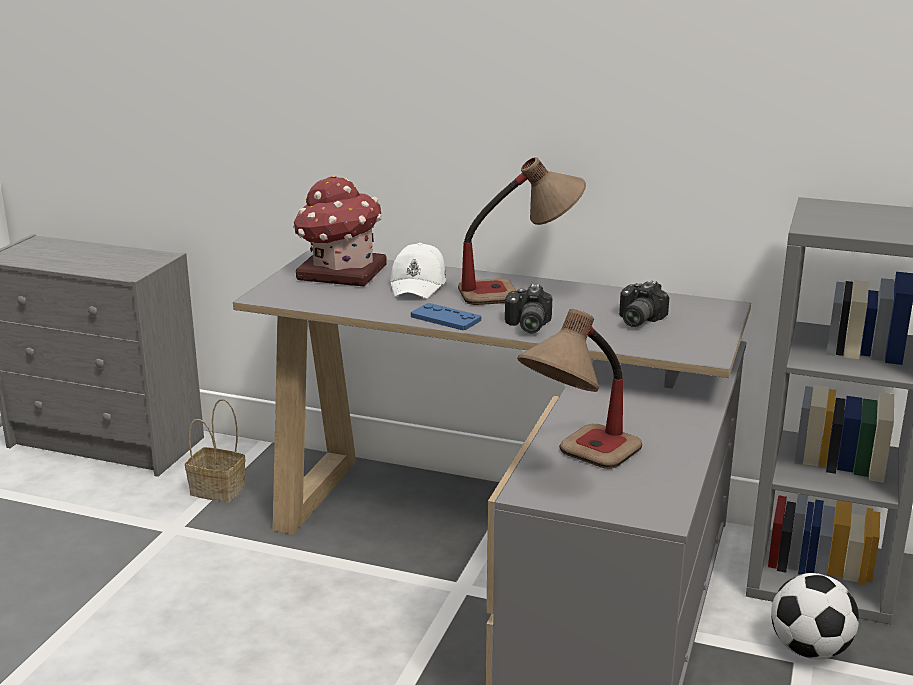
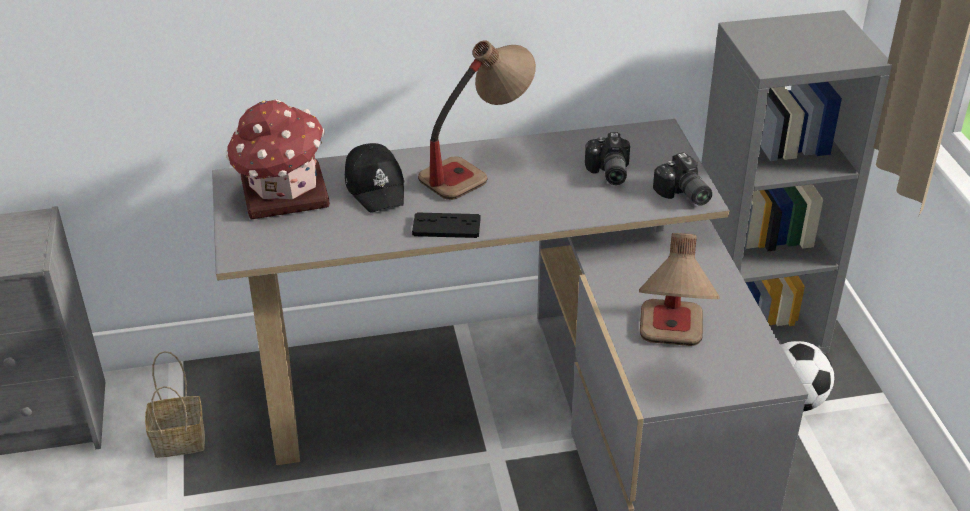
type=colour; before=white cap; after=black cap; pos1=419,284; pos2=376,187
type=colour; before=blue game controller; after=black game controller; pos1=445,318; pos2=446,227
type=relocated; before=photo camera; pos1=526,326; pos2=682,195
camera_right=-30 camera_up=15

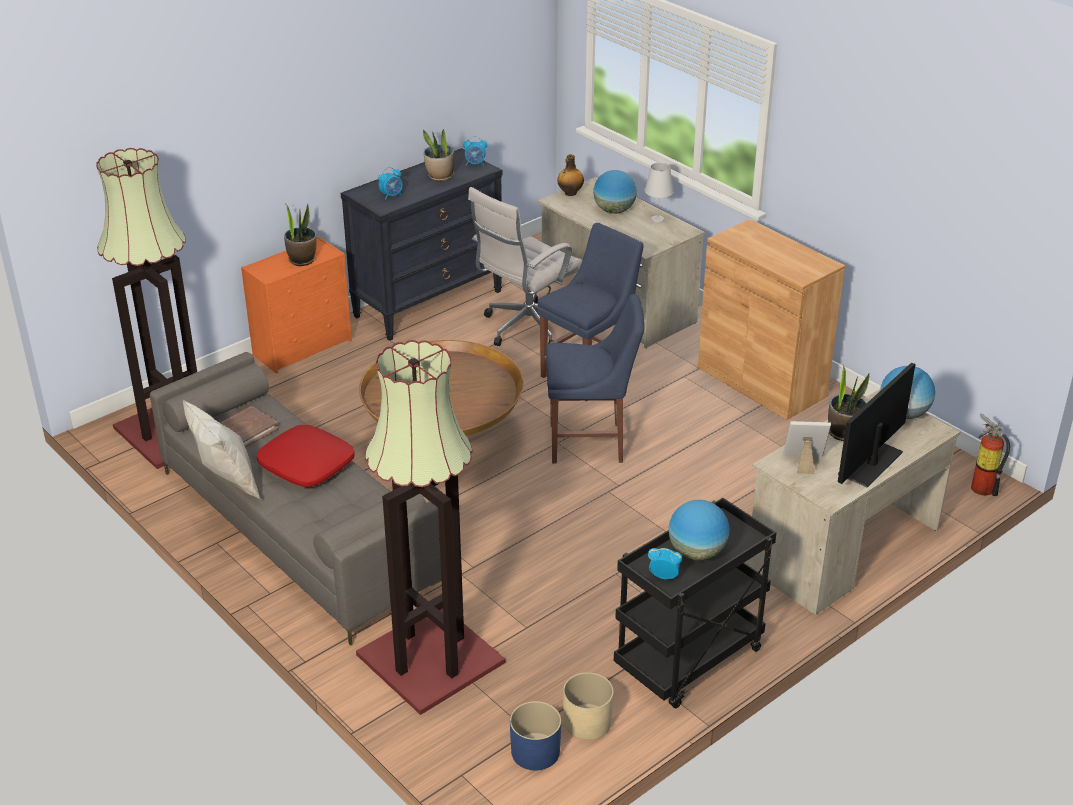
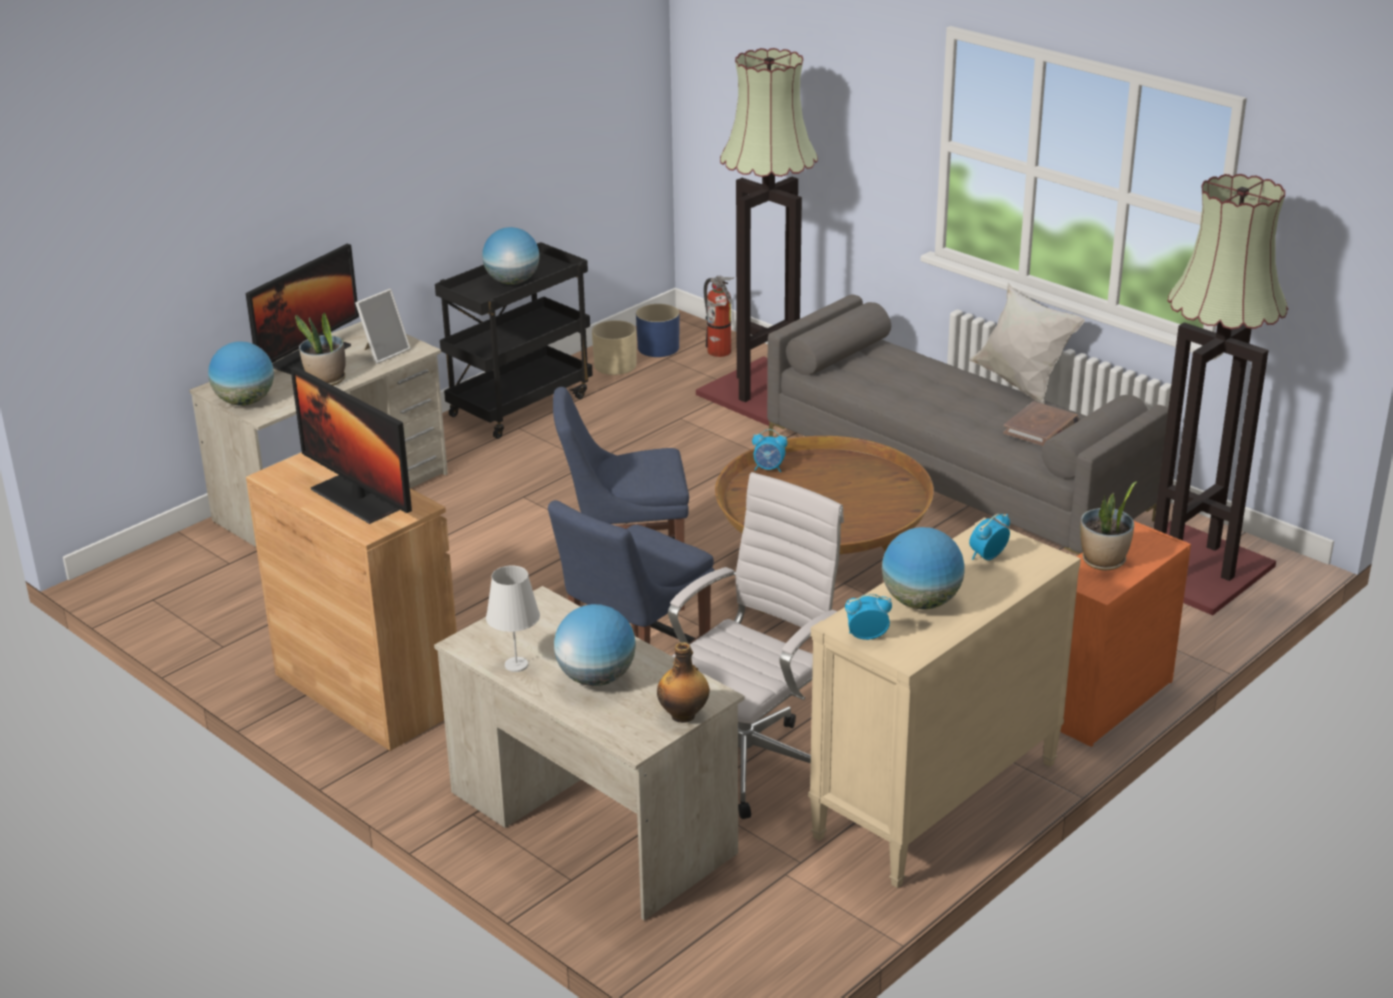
type=appeared; after=monitor; pos2=357,498
type=spun; before=picture frame; pos1=803,463; pos2=384,352; turn=-45
type=relocated; before=fire extinguisher; pos1=981,486; pos2=720,353
type=relocated; before=alarm clock; pos1=664,576; pos2=769,469
type=colour; before=black dresser; after=beige dresser; pos1=428,303; pos2=936,801
type=exchanged; before=potted plant; after=globe; pos1=440,176; pos2=920,602
type=missing; before=red pillow; pos1=306,465
camera_right=175 camera_up=-5

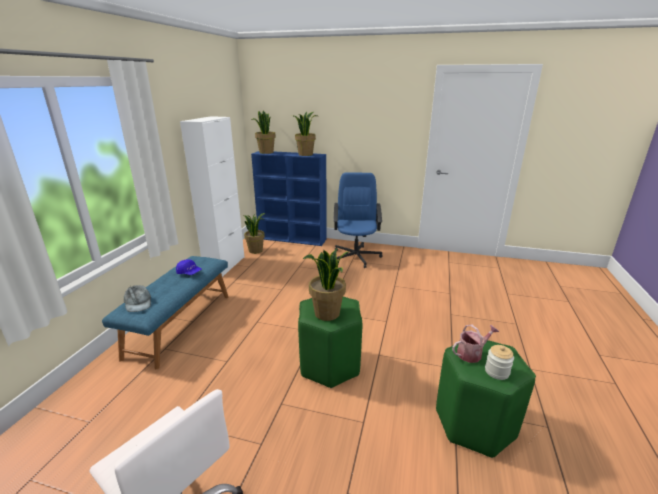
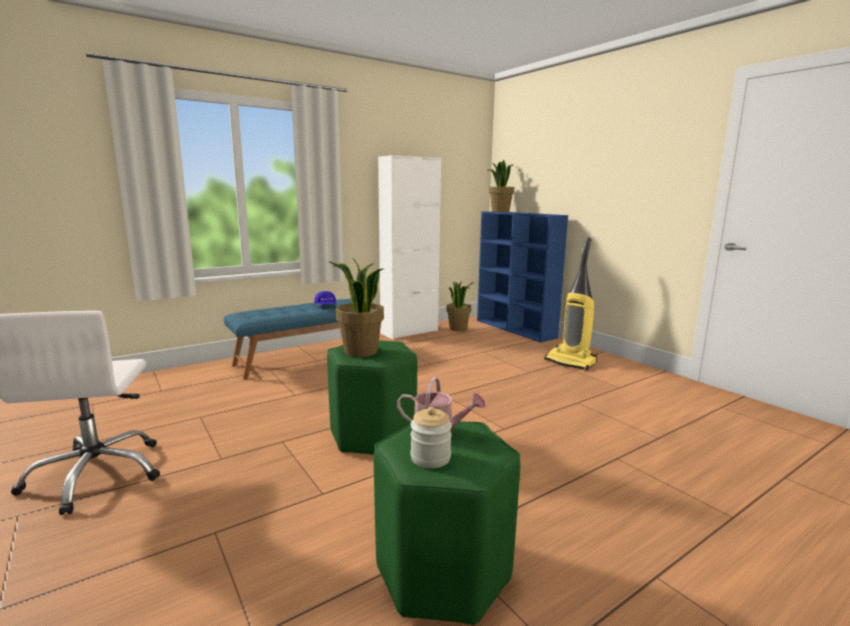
type=exchanged; before=blue office chair; after=vacuum cleaner; pos1=356,256; pos2=571,362
type=missing; before=grey cap; pos1=138,302
type=missing; before=potted plant; pos1=305,154
camera_right=40 camera_up=-10

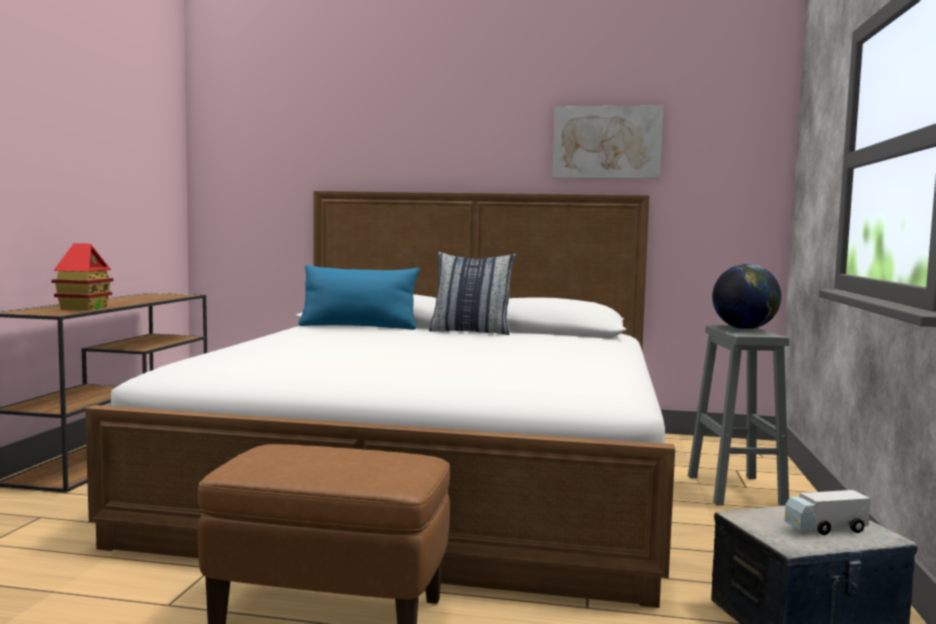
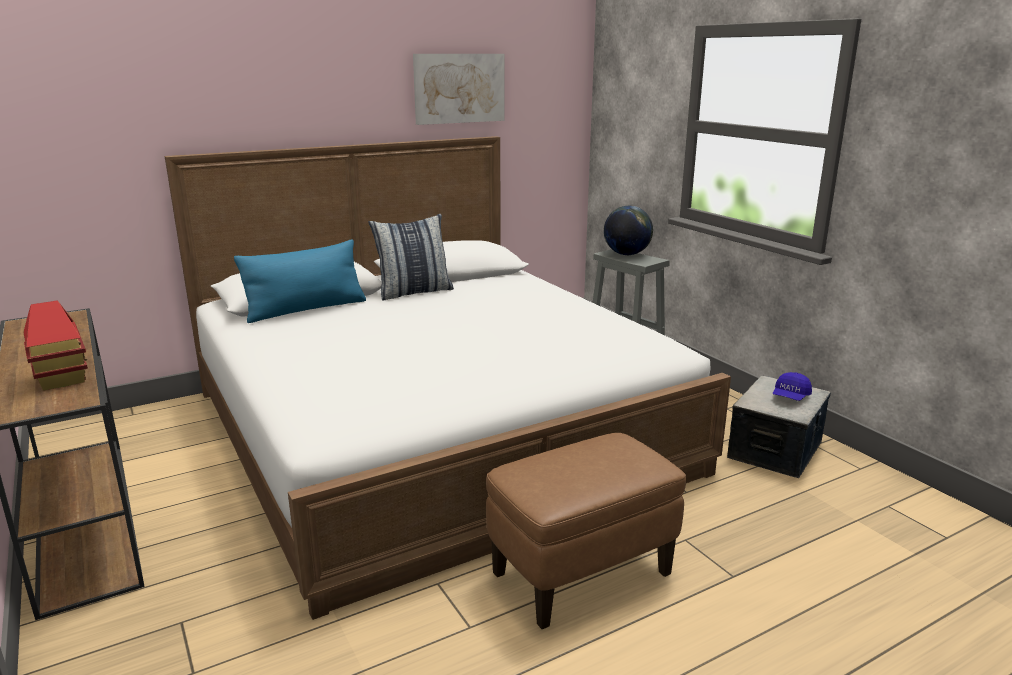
type=exchanged; before=toy truck; after=blue cap; pos1=825,528; pos2=790,397
camera_right=-40 camera_up=15

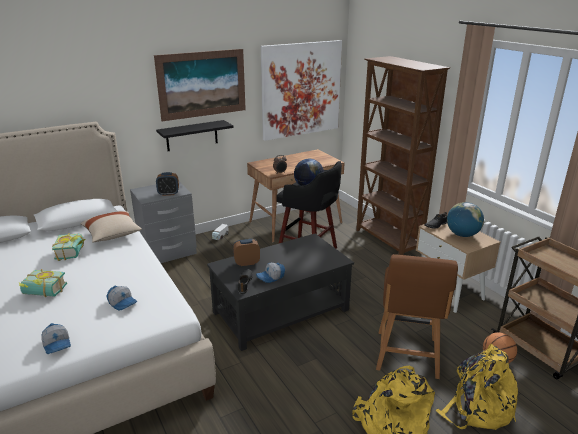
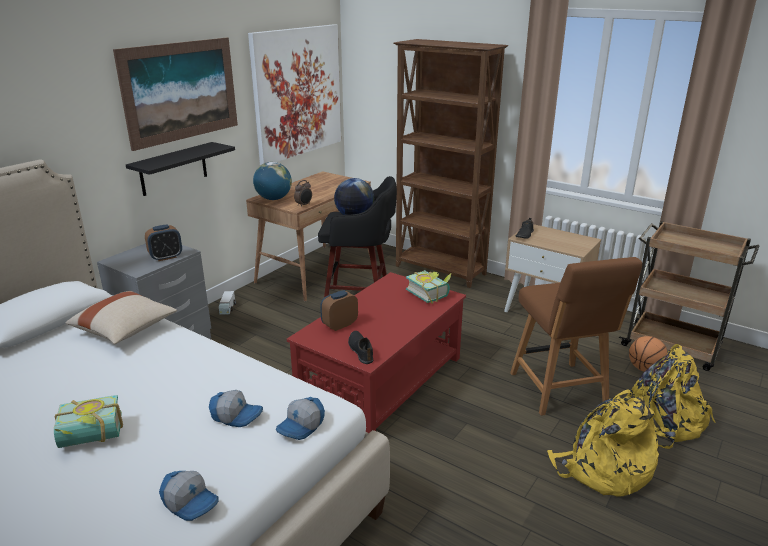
type=relocated; before=globe; pos1=462,235; pos2=273,199
type=relocated; before=cap; pos1=271,277; pos2=301,426
type=colour; before=black coffee table; after=red coffee table; pos1=280,311; pos2=381,381
type=relocated; before=book; pos1=74,252; pos2=430,293
camera_right=-25 camera_up=0

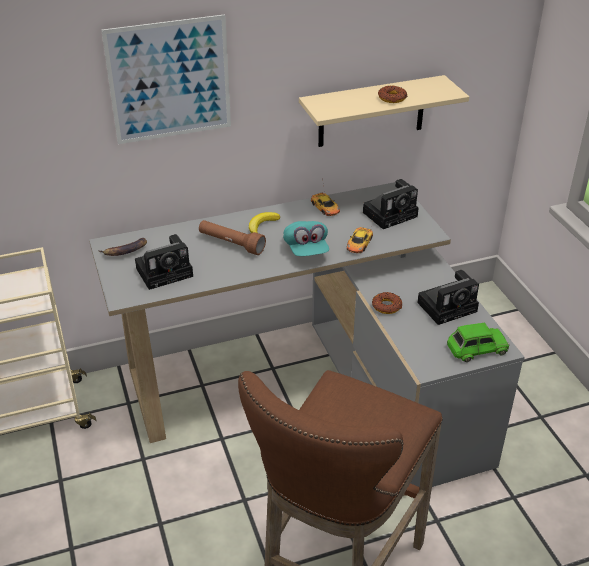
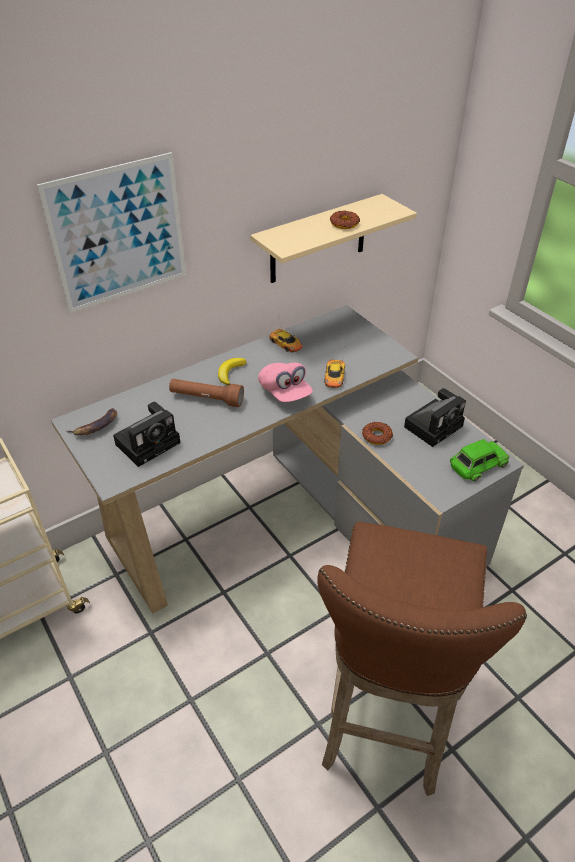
type=colour; before=turquoise cap; after=pink cap; pos1=306,250; pos2=285,392
type=missing; before=photo camera; pos1=391,213
camera_right=-15 camera_up=5

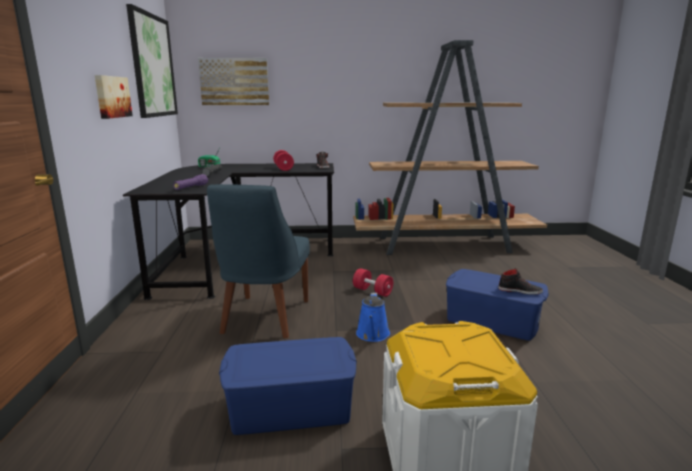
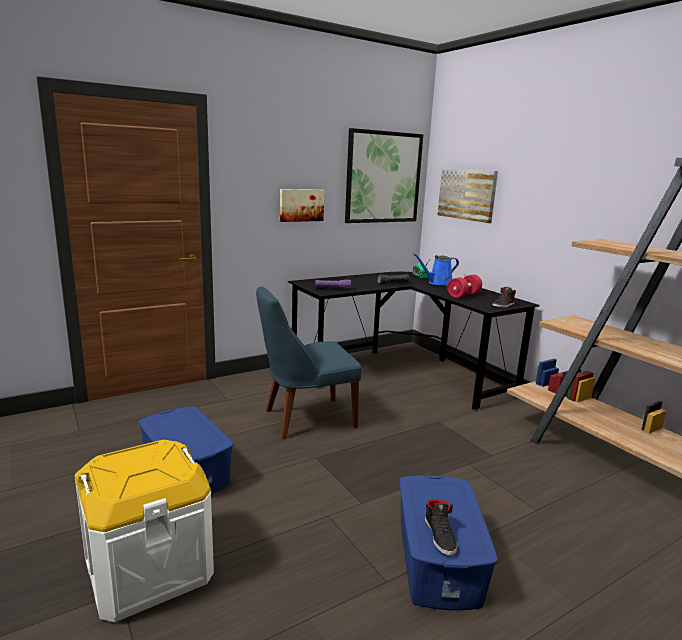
type=relocated; before=blue watering can; pos1=372,335; pos2=438,283
type=missing; before=red dumbbell; pos1=372,291
camera_right=60 camera_up=0

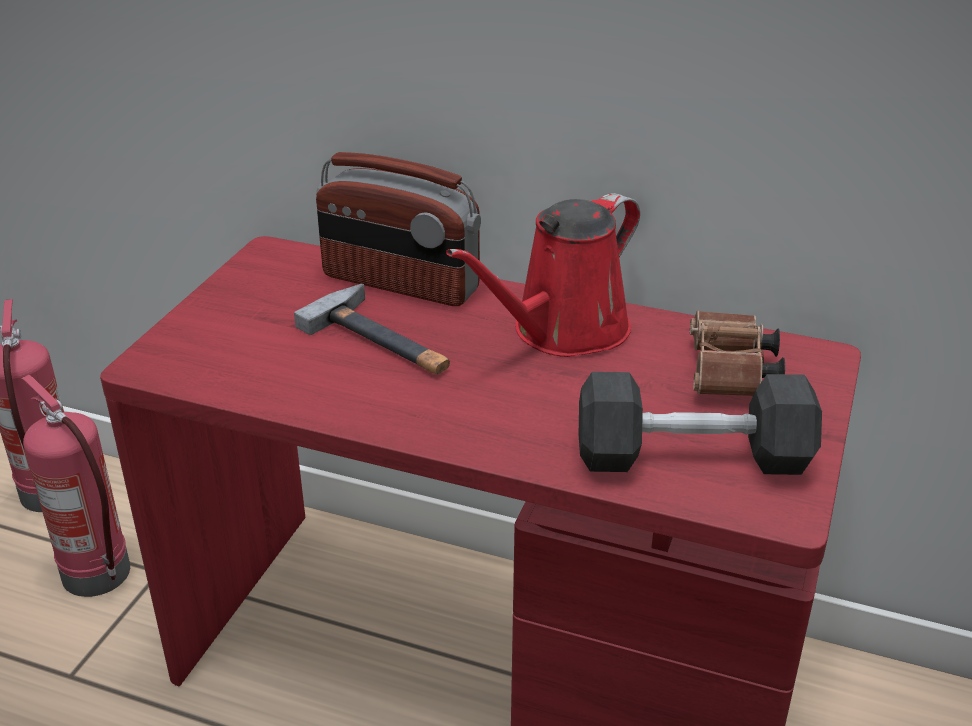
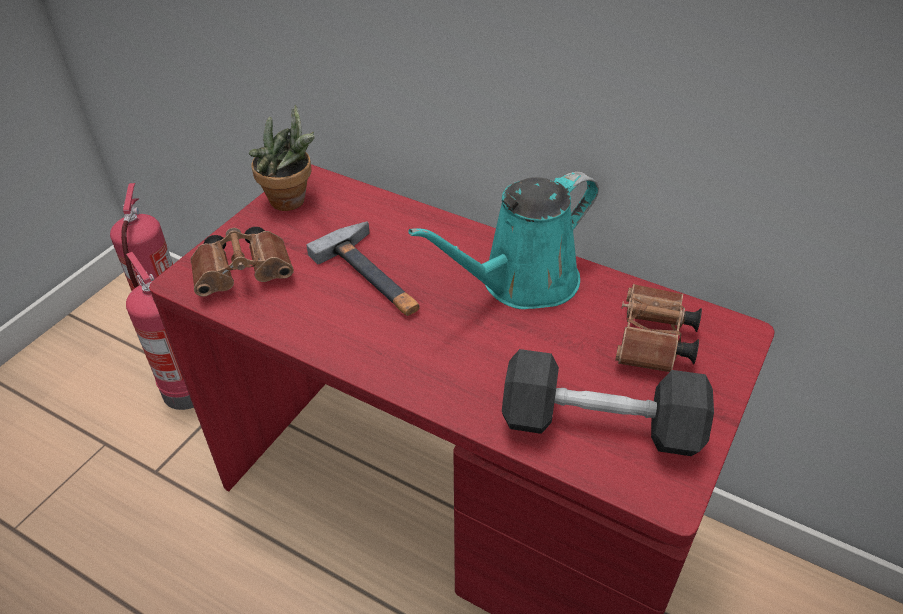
type=appeared; after=brown binoculars; pos2=246,275
type=appeared; after=potted plant; pos2=293,202
type=colour; before=red watering can; after=turquoise watering can; pos1=563,332; pos2=522,283
type=missing; before=radio; pos1=399,284
camera_right=10 camera_up=10

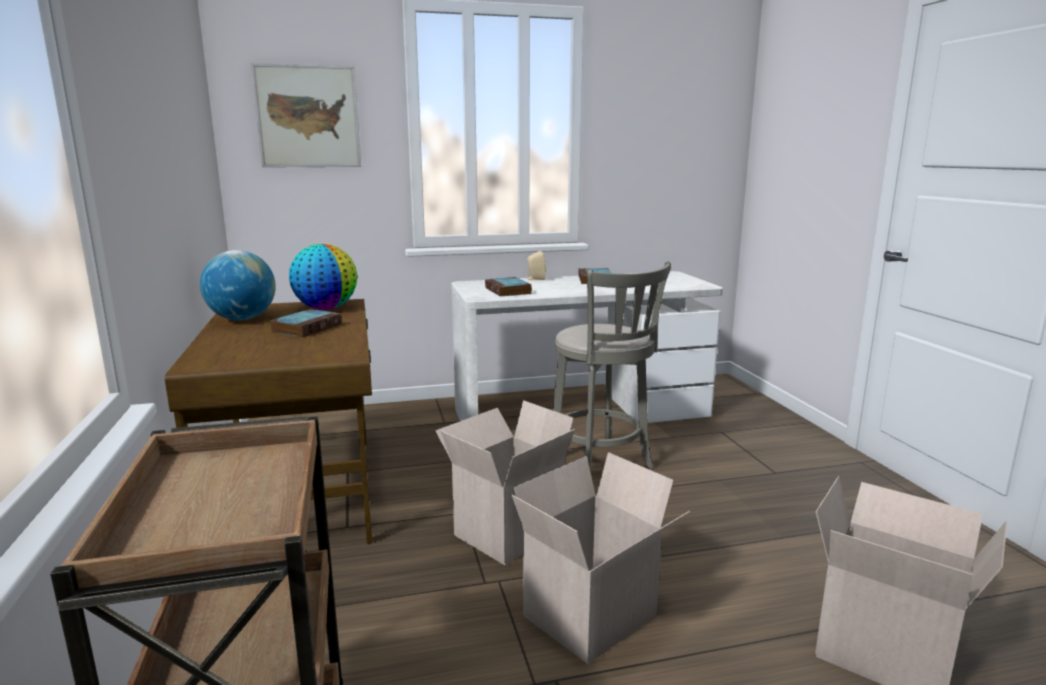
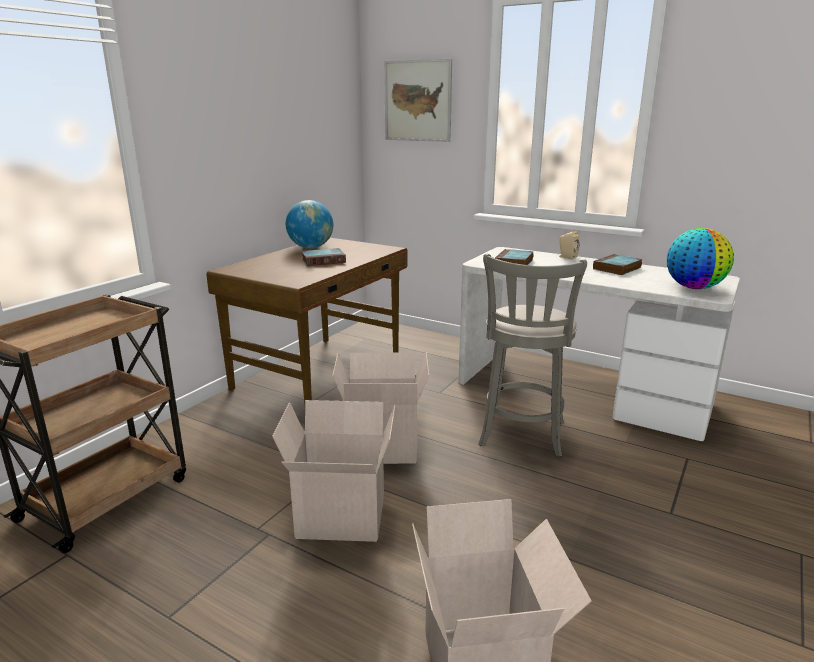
type=relocated; before=globe; pos1=326,308; pos2=694,287
camera_right=45 camera_up=5

